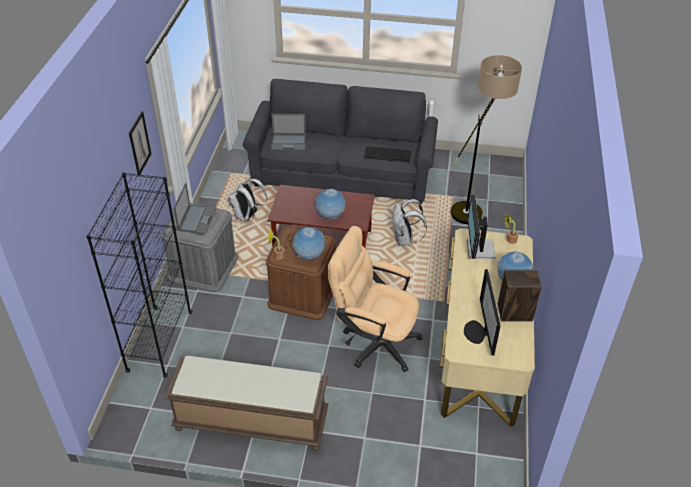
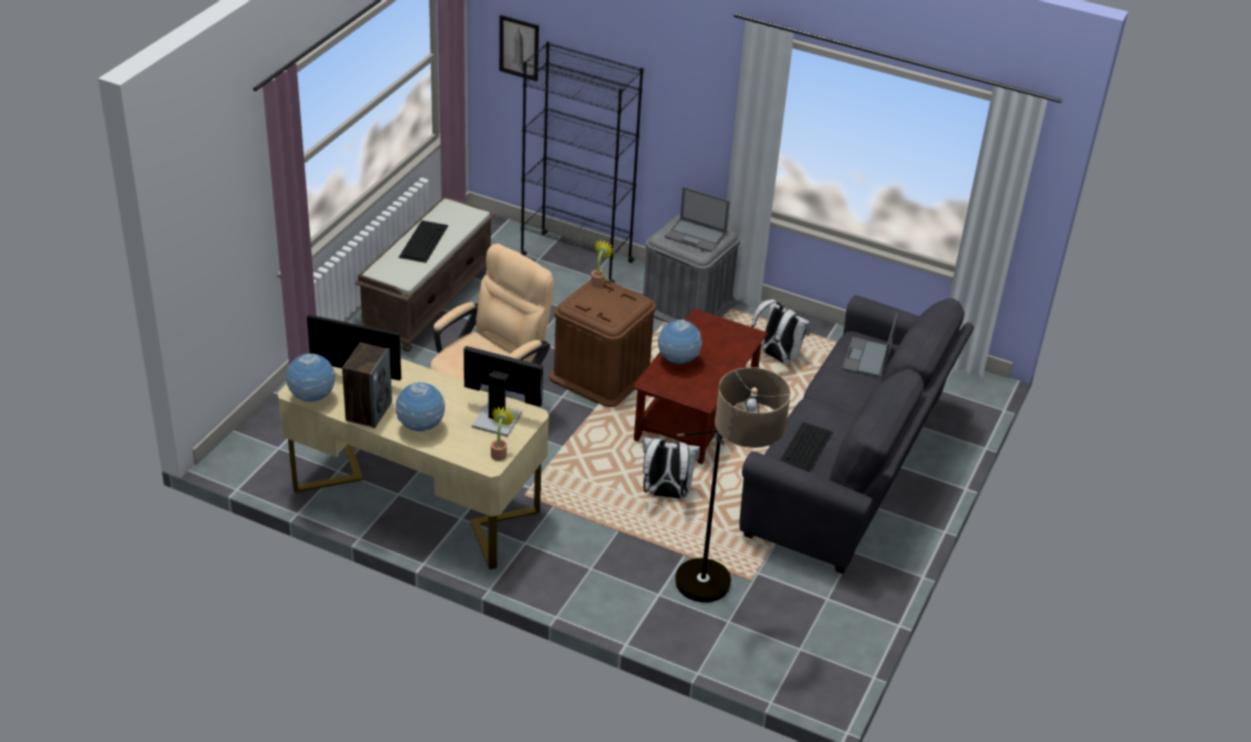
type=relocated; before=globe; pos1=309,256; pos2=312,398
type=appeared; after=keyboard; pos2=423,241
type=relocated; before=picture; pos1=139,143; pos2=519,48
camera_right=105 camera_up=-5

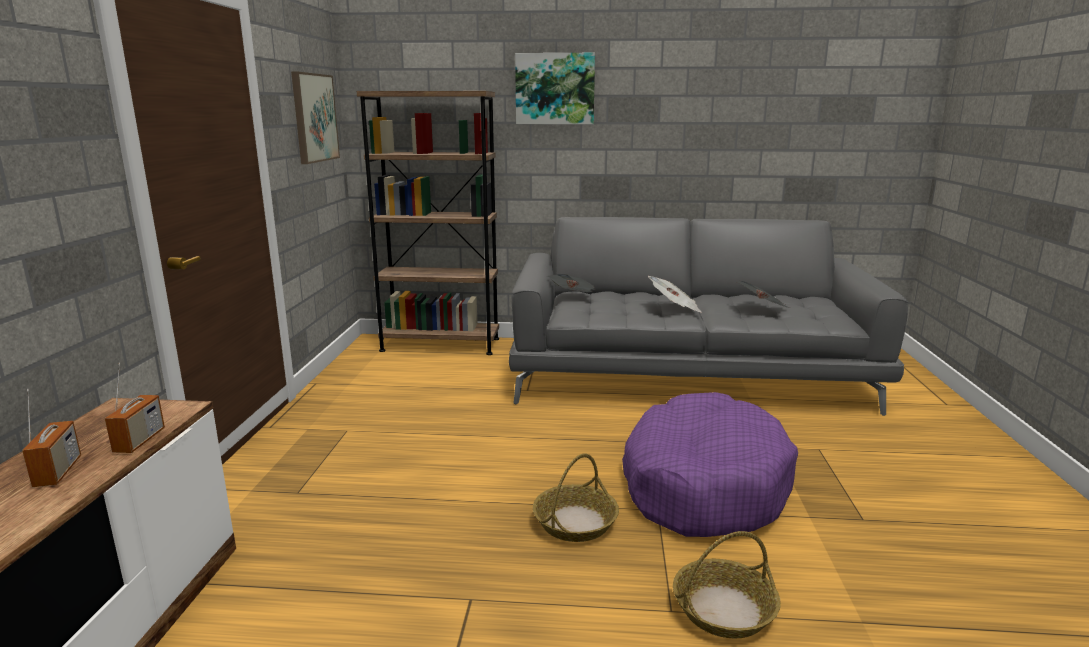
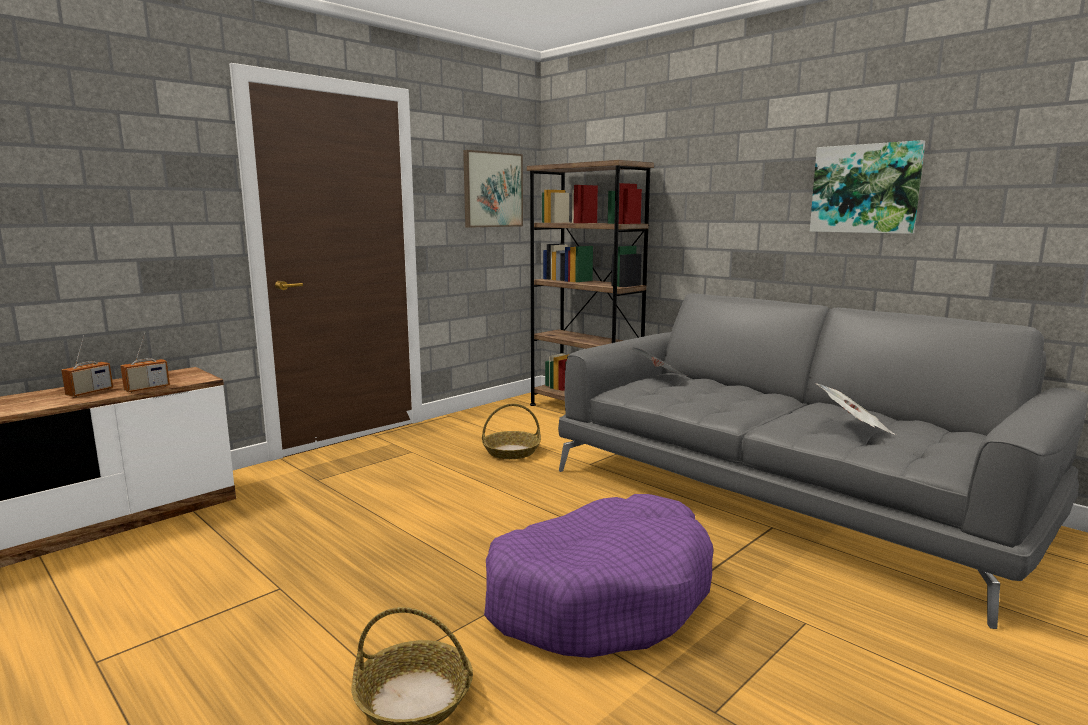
type=relocated; before=basket; pos1=575,522; pos2=511,451
type=relocated; before=picture; pos1=555,89; pos2=865,189
type=missing; before=newspaper; pos1=674,308
camera_right=40 camera_up=-5

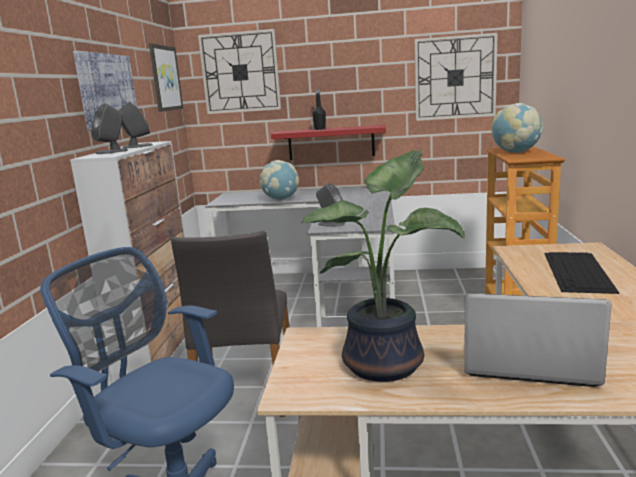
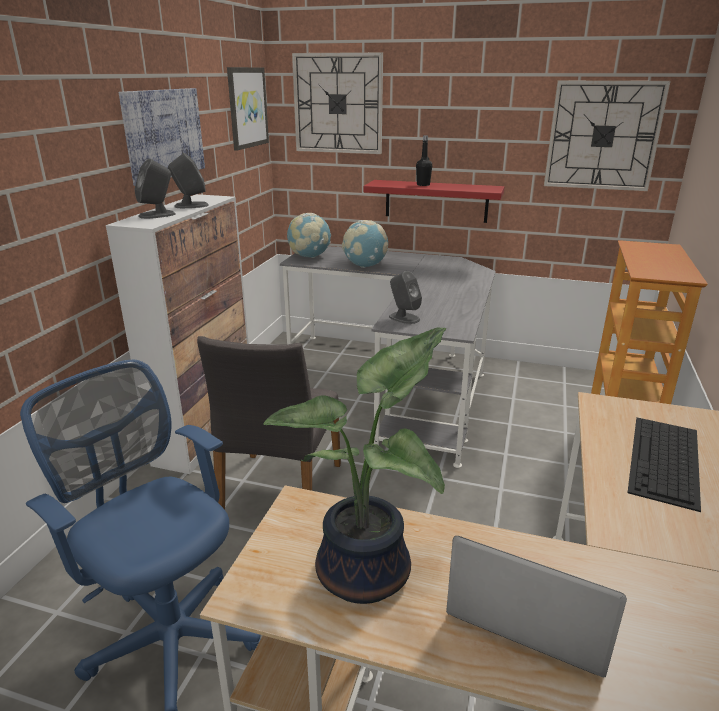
type=relocated; before=globe; pos1=515,152; pos2=309,256
camera_right=10 camera_up=10

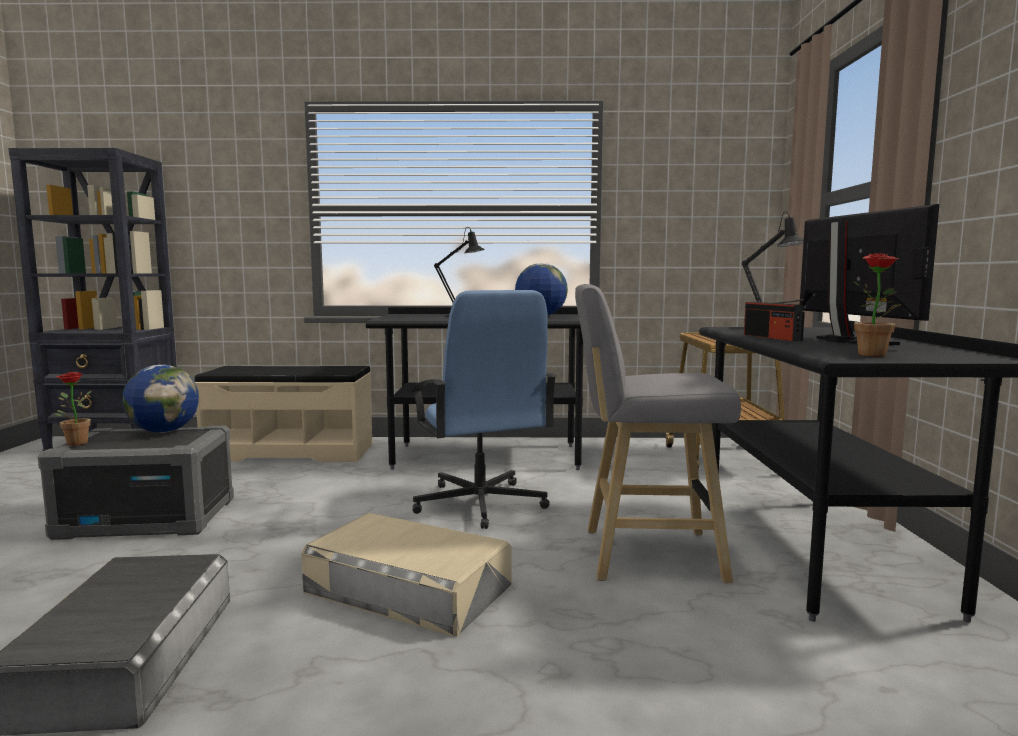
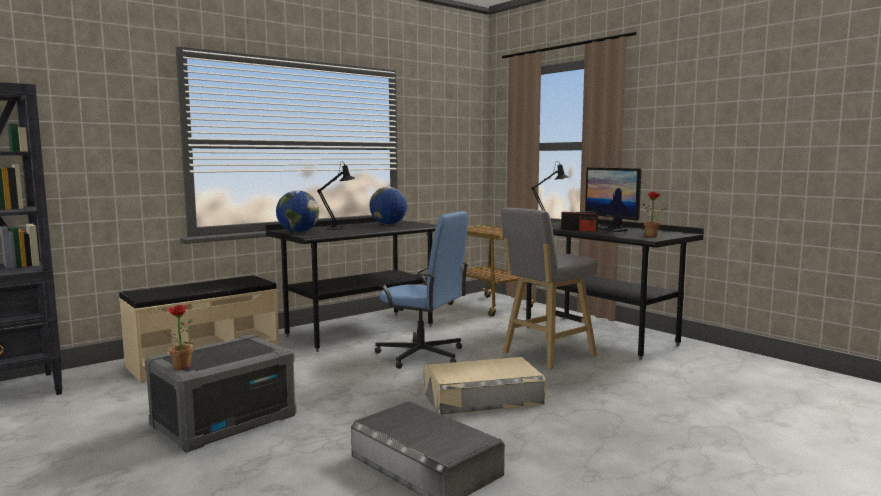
type=relocated; before=globe; pos1=164,431; pos2=298,232
type=spun; before=monitor; pos1=849,341; pos2=612,229; turn=-150
camera_right=-40 camera_up=0

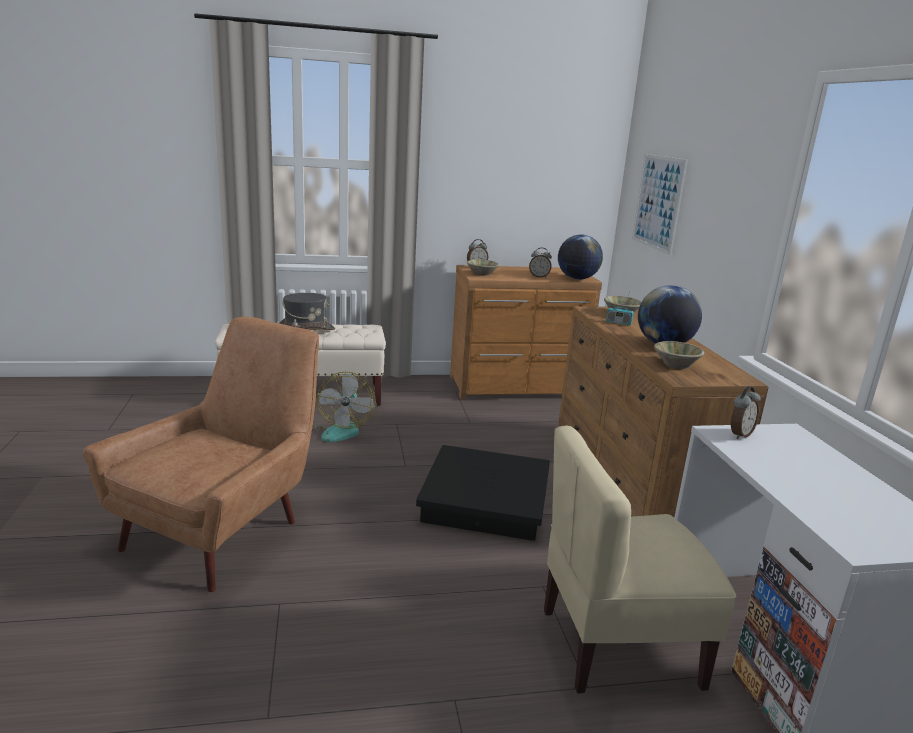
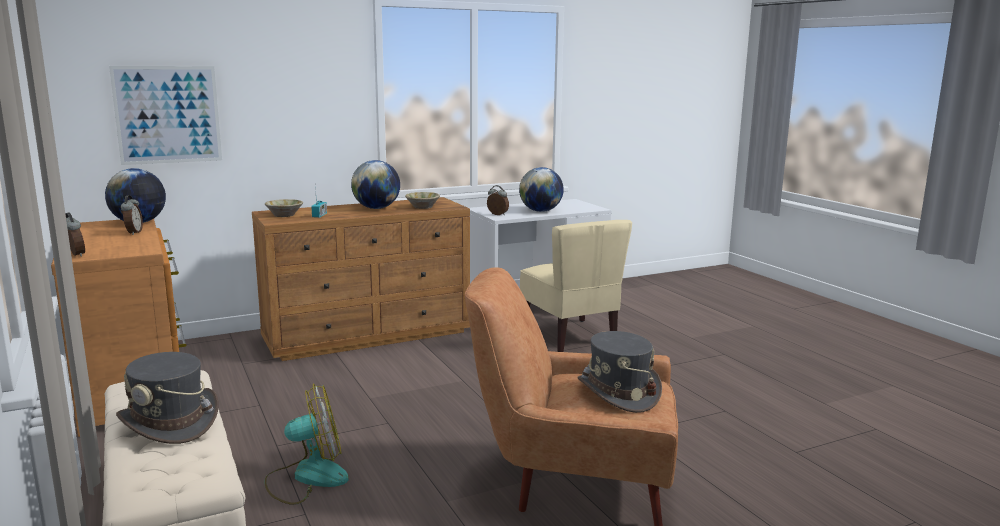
type=appeared; after=globe; pos2=540,211
type=appeared; after=grey hat; pos2=618,393
type=missing; before=black storage box; pos1=486,501
type=missing; before=beige bowl; pos1=482,274
camera_right=-105 camera_up=-5

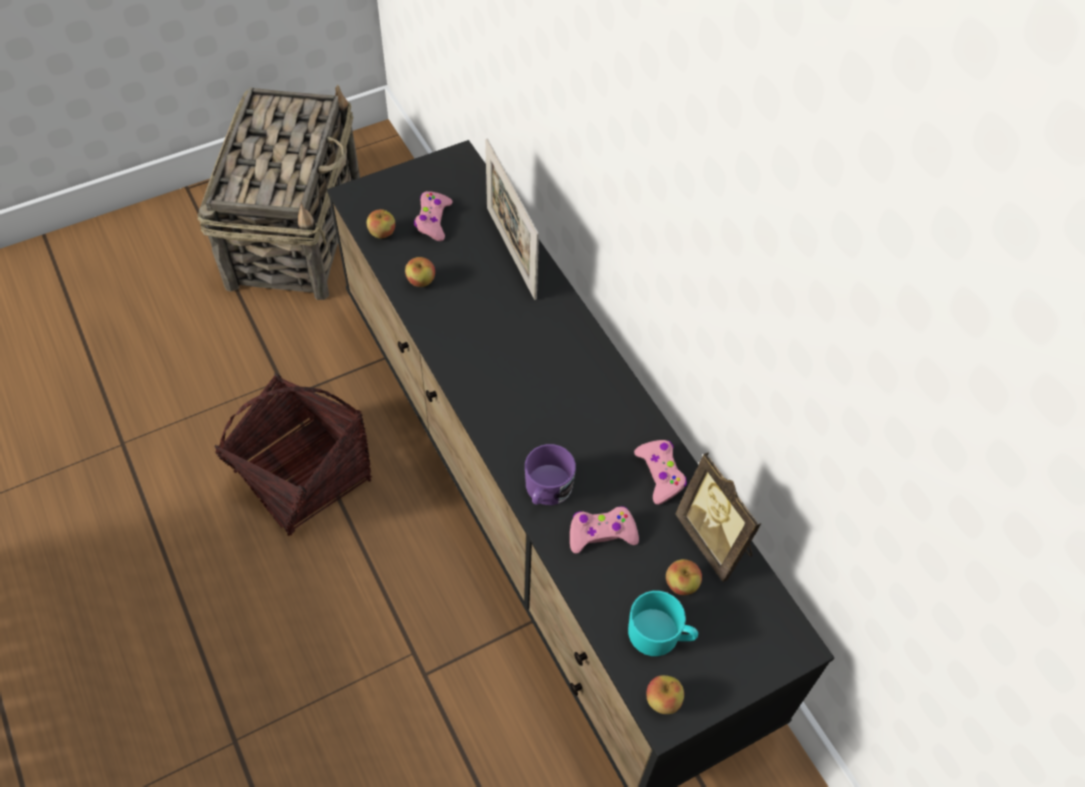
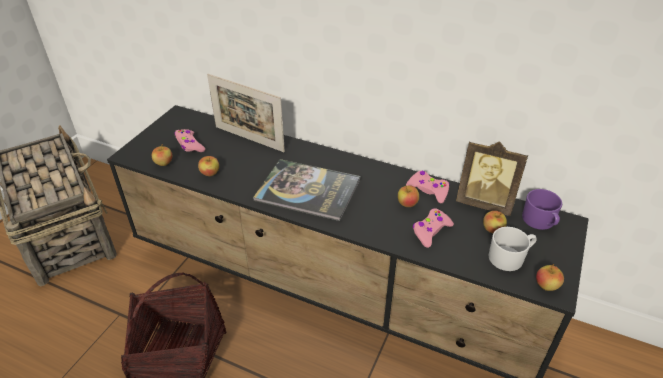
type=appeared; after=book; pos2=308,190
type=appeared; after=apple; pos2=407,204
type=colour; before=turquoise mug; after=white mug; pos1=660,635; pos2=510,257
type=relocated; before=purple mug; pos1=546,490; pos2=540,222
camera_right=-35 camera_up=-15

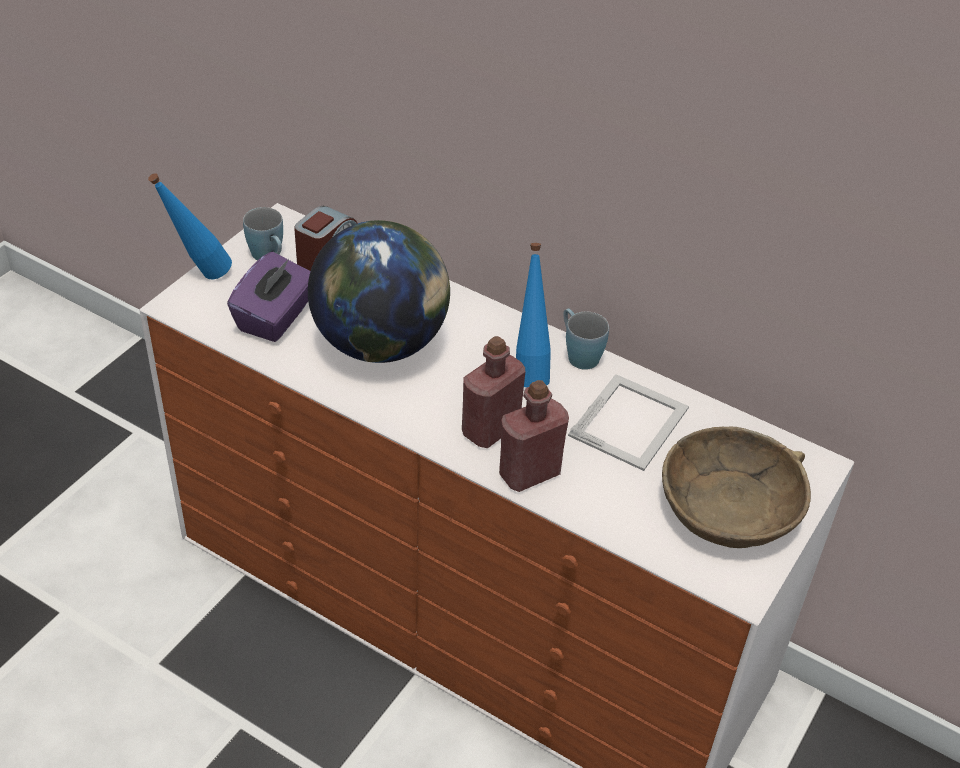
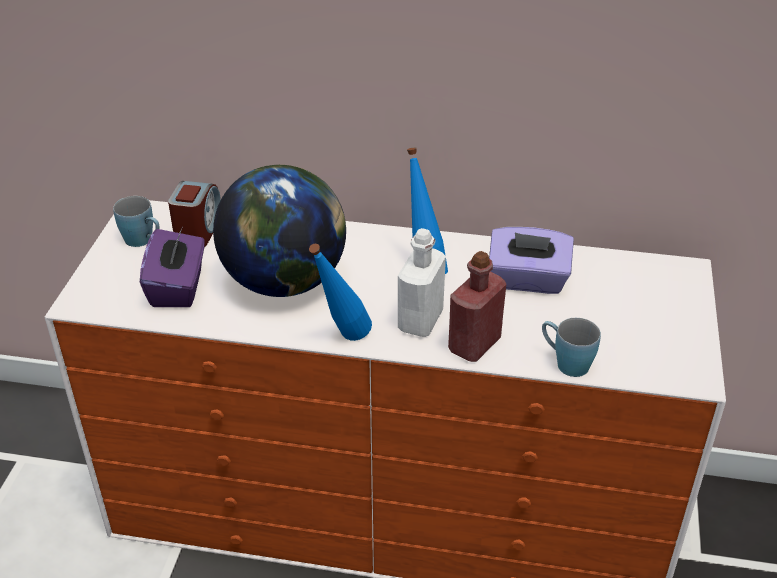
type=relocated; before=blue bottle; pos1=199,276; pos2=342,340
type=colour; before=red bottle; after=white bottle; pos1=490,429; pos2=420,320
type=exchanged; before=picture frame; after=purple tissue box; pos1=630,421; pos2=527,280
type=relocated; before=blue mug; pos1=578,354; pos2=565,362
type=missing; before=brown bowl; pos1=730,504
camera_right=-20 camera_up=-5

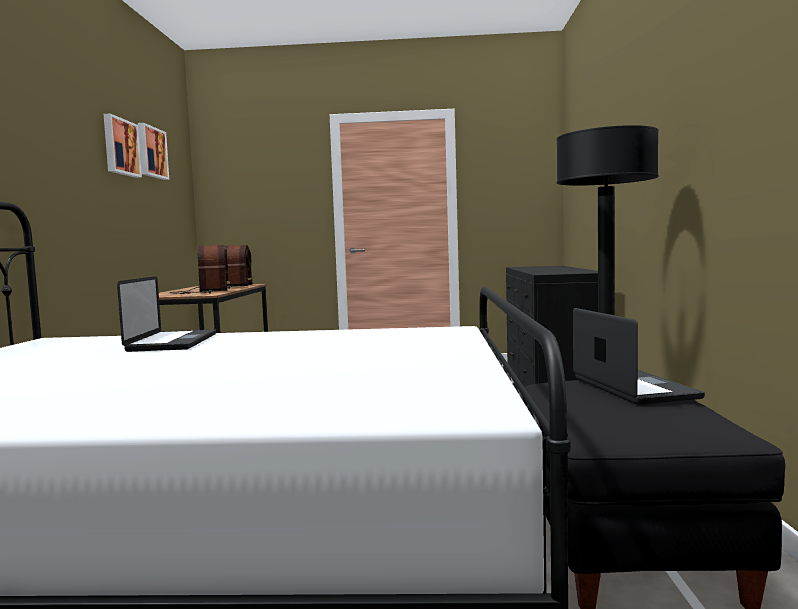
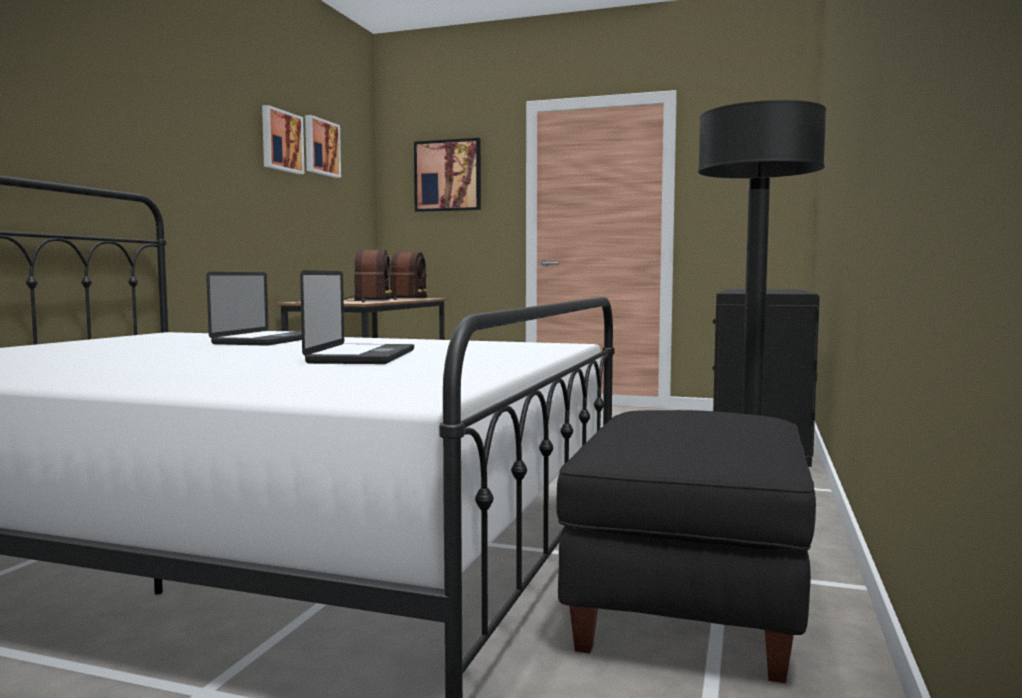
type=relocated; before=laptop; pos1=633,388; pos2=362,357
type=appeared; after=picture; pos2=448,176
camera_right=15 camera_up=0

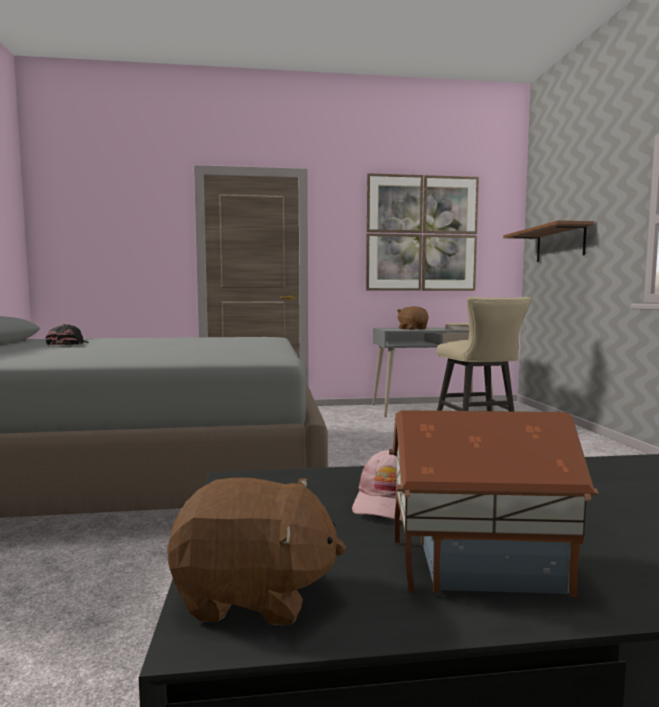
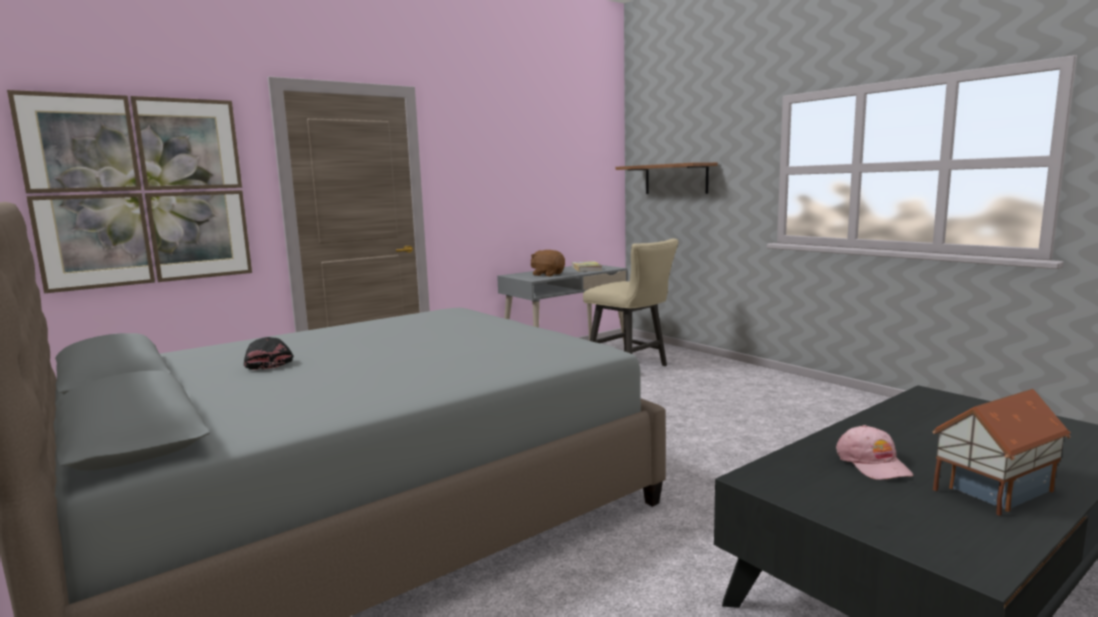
type=relocated; before=picture; pos1=421,234; pos2=142,191
type=missing; before=brown plush toy; pos1=254,595
camera_right=-30 camera_up=5

